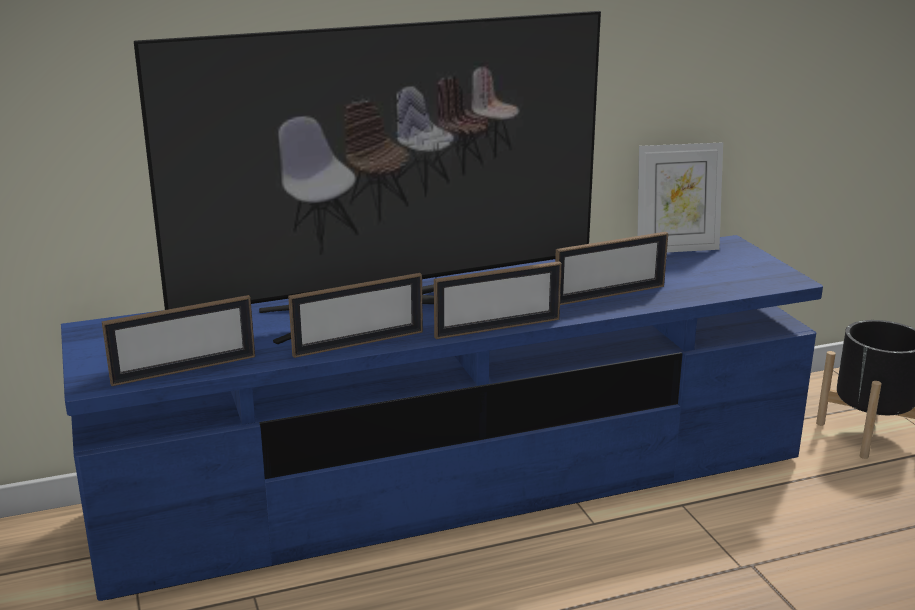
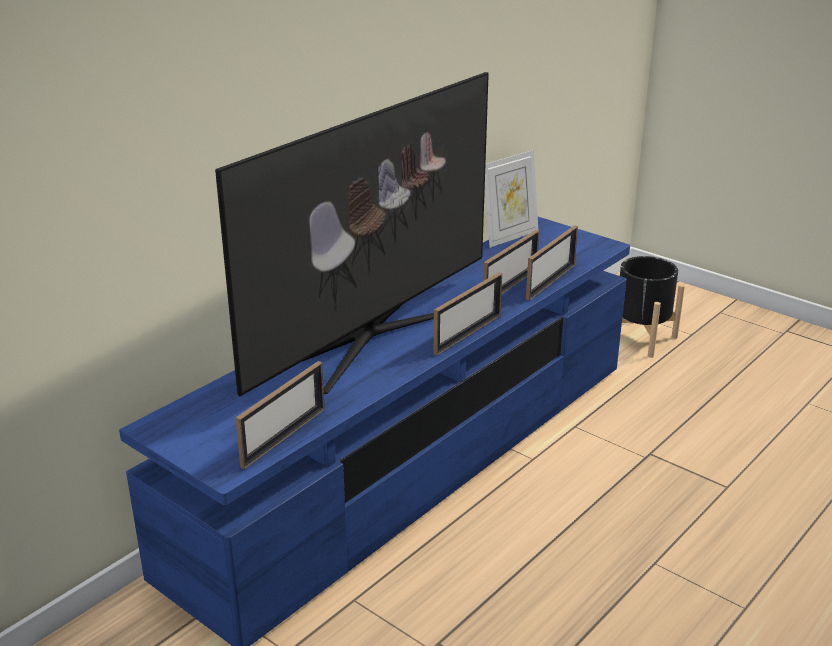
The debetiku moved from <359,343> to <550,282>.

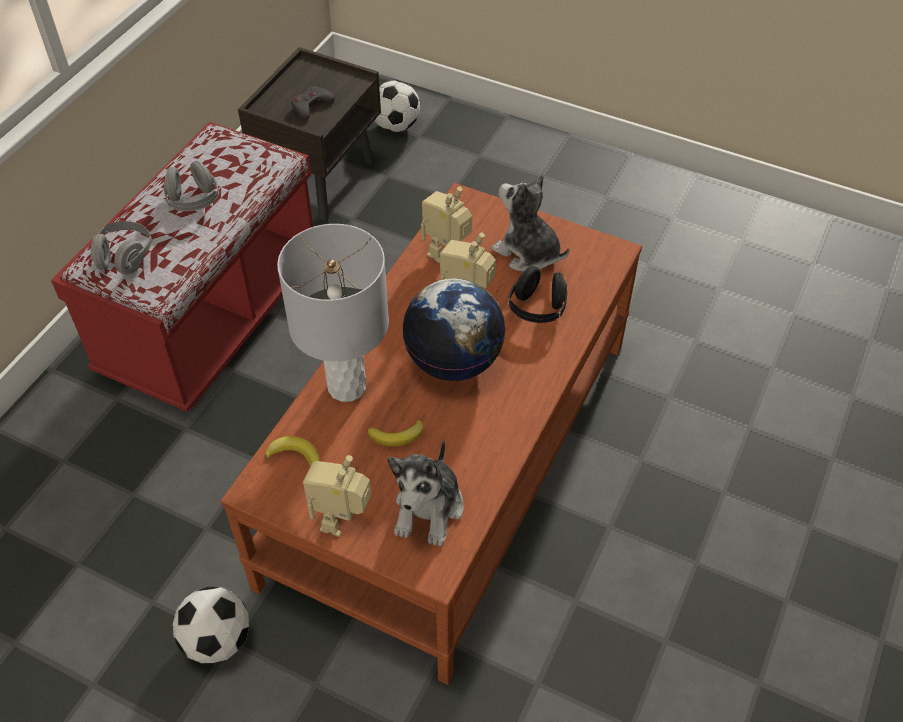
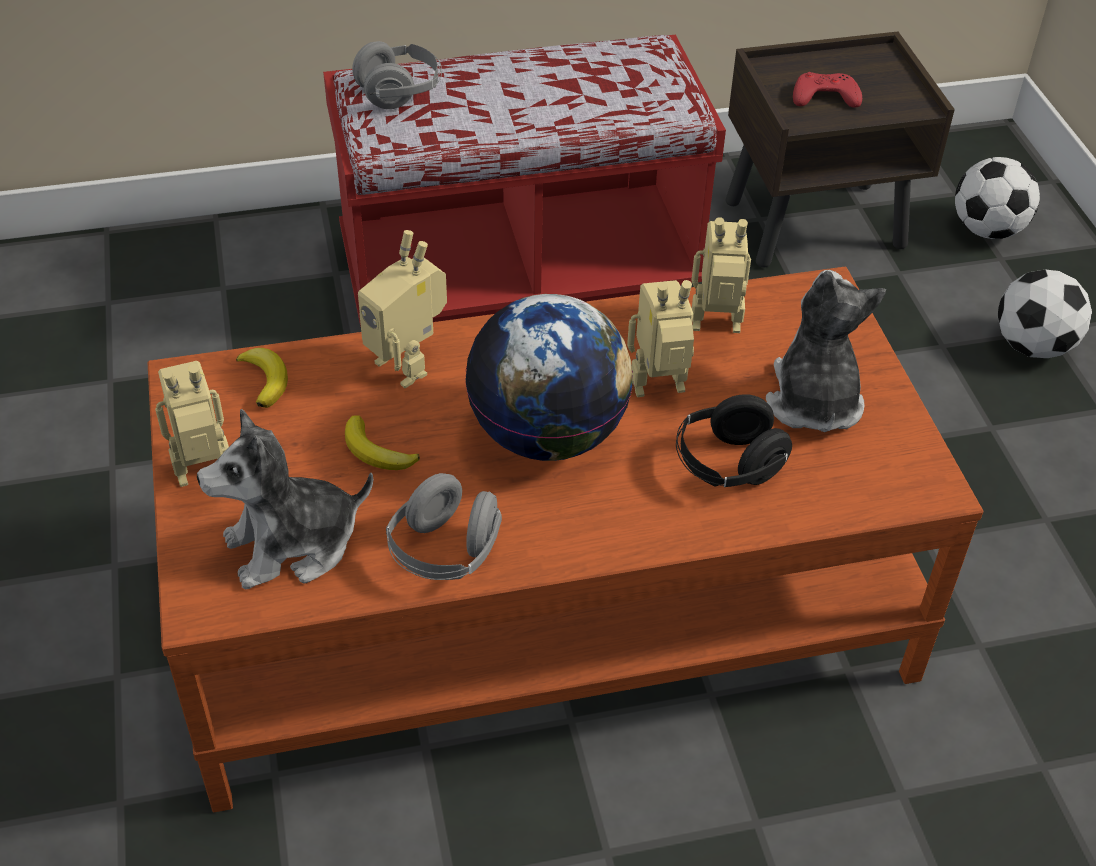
The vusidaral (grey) moved from <194,201> to <445,552>. The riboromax moved from <217,640> to <1032,346>. The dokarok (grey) at <347,386> was replaced by the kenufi at <408,364>. The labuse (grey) at <311,106> became the labuse (red) at <824,97>.

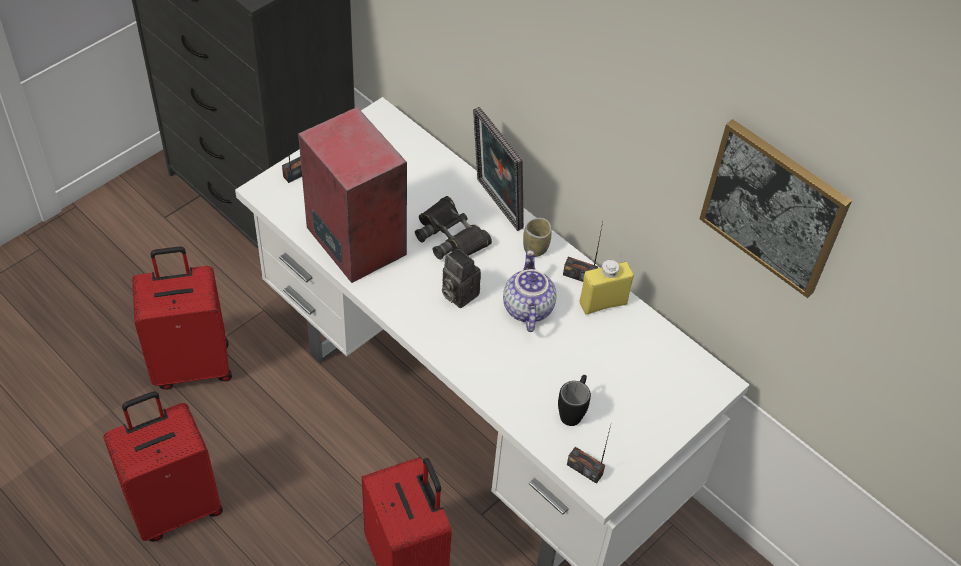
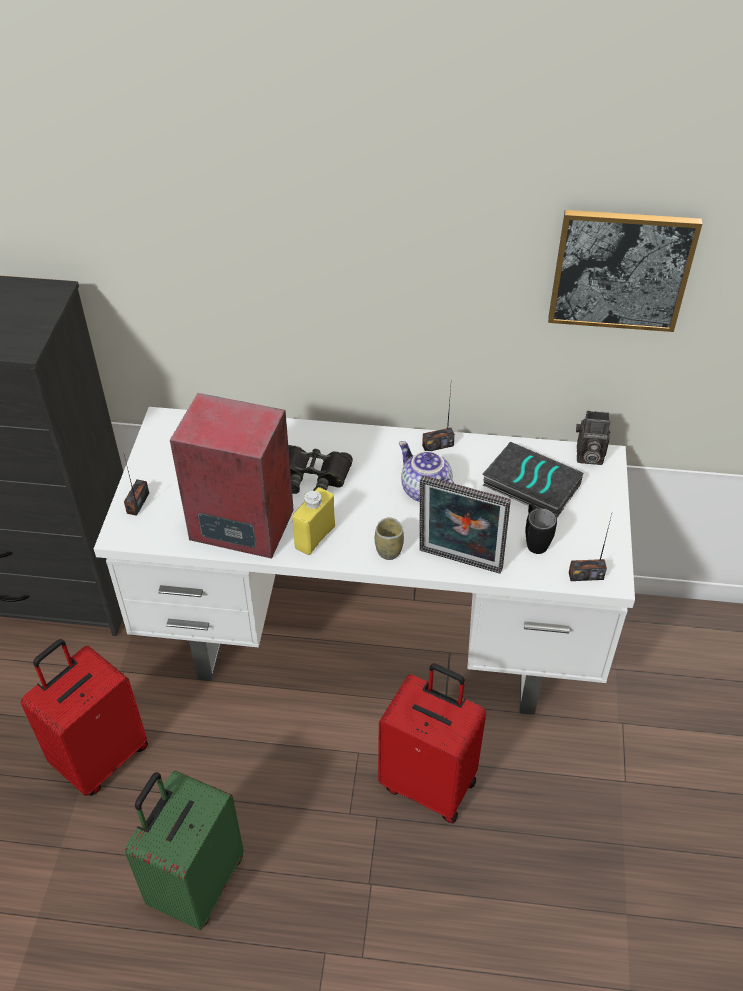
The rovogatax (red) at <175,506> became the rovogatax (green) at <196,882>. The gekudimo moved from <457,293> to <587,456>. The debetiku moved from <495,205> to <459,563>. The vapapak moved from <535,248> to <389,550>. The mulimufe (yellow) moved from <603,303> to <315,537>. The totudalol at <530,485> appeared.

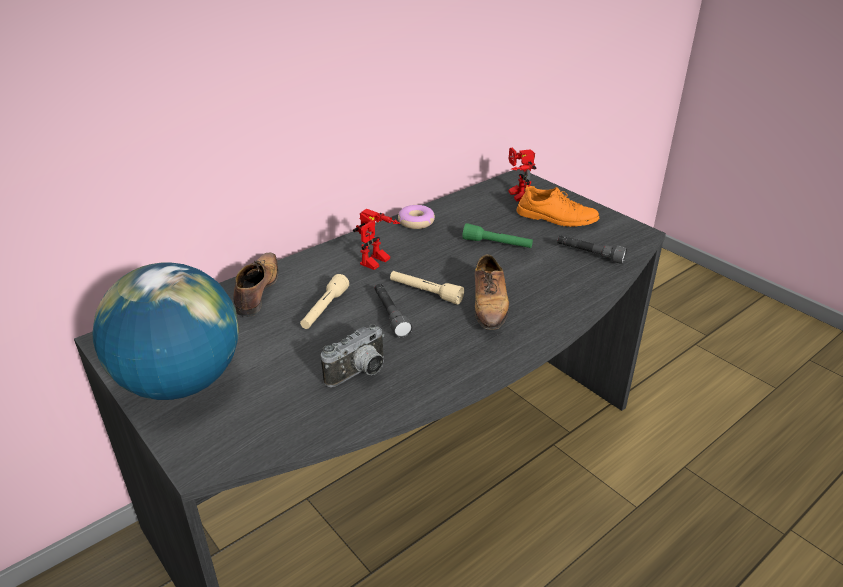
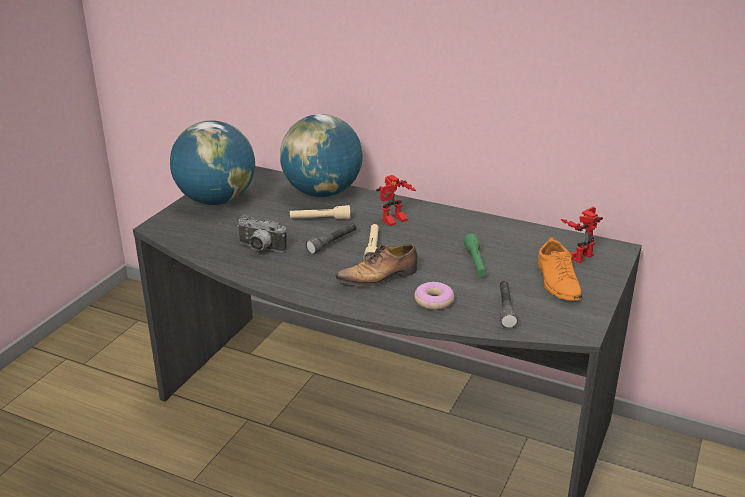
The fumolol at <257,291> was replaced by the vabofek at <322,193>. The kenufi at <376,263> turned 45 degrees counterclockwise. The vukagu moved from <416,222> to <434,301>.

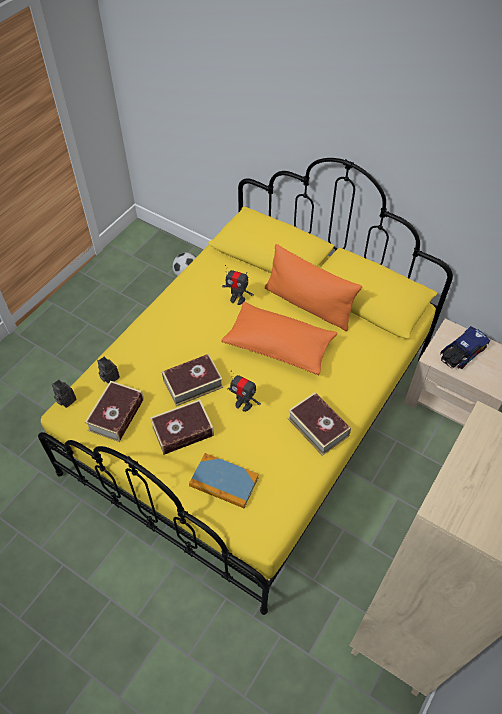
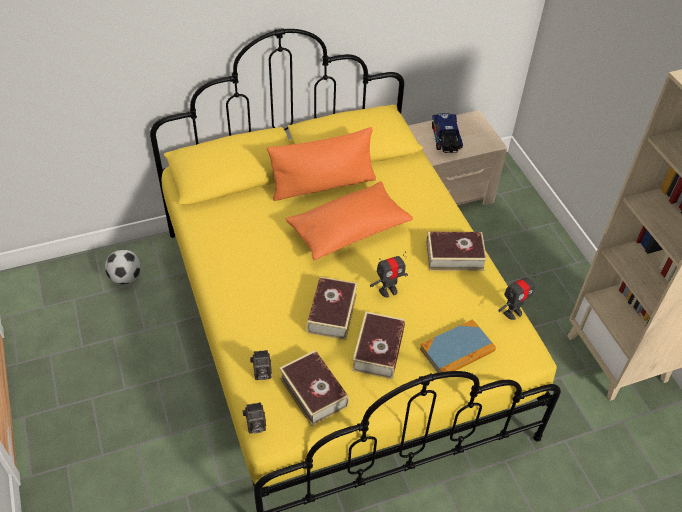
The kenufi moved from <237,299> to <512,312>.

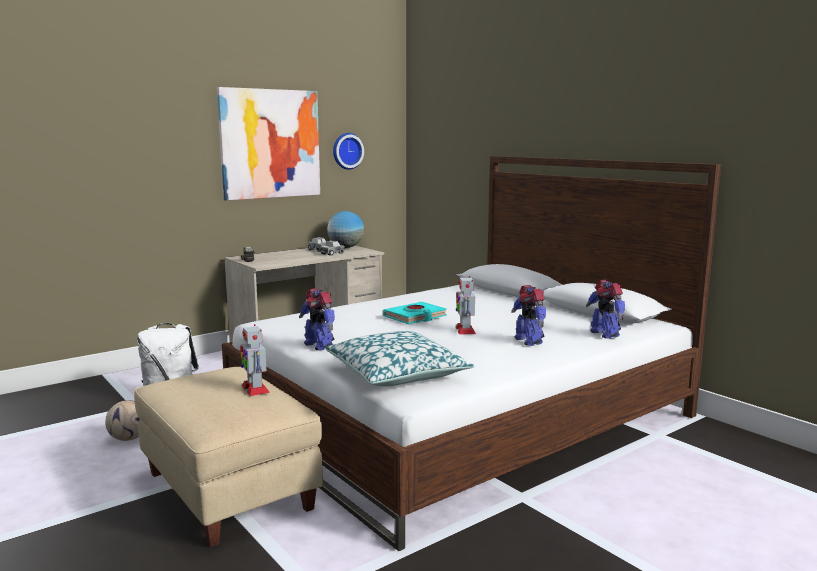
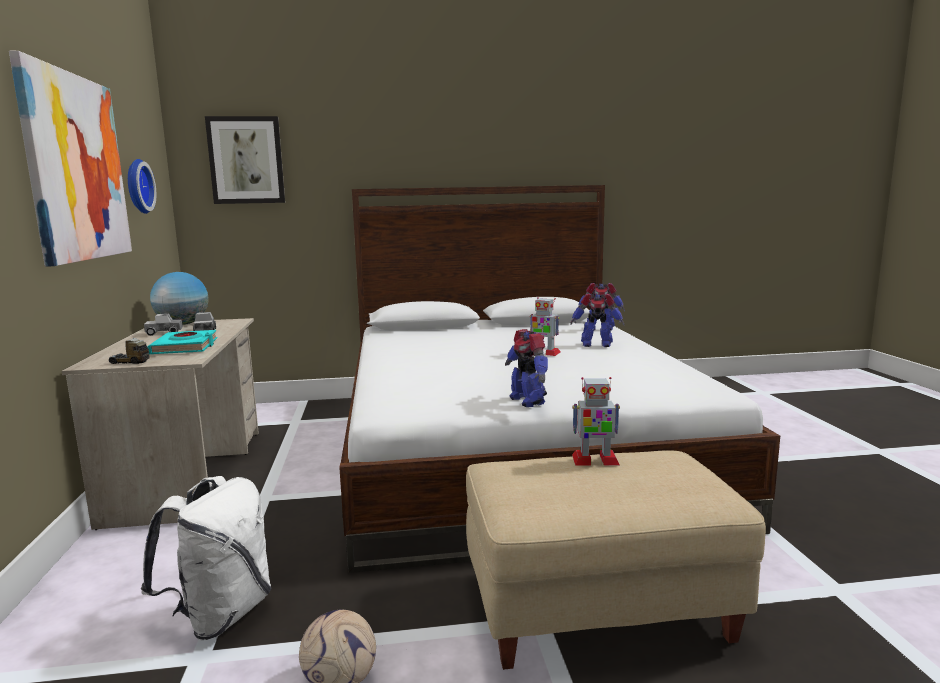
The kenufi at <319,345> turned 75 degrees clockwise. The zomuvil at <397,373> disappeared. The totudalol (turquoise) moved from <415,317> to <185,347>. The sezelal at <246,160> appeared.

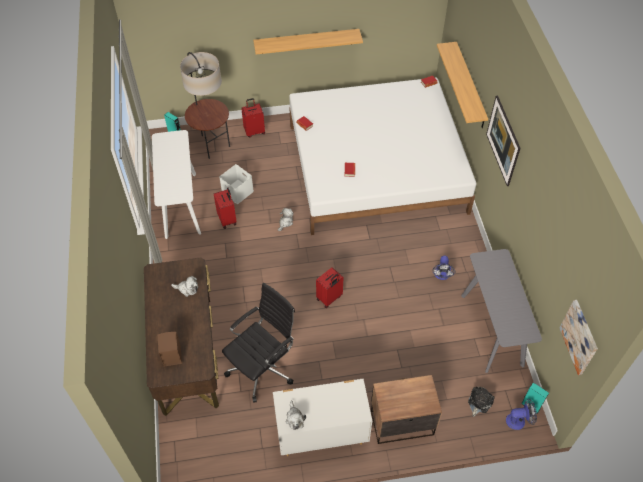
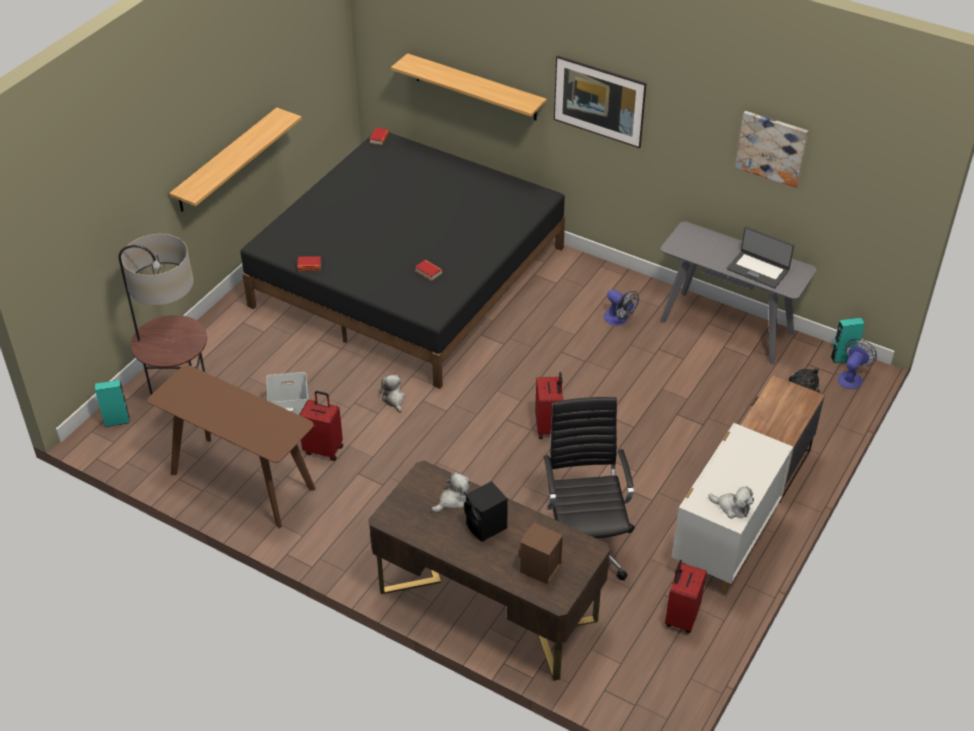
The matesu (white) at <180,205> became the matesu (brown) at <242,481>. The rovogatax (red) moved from <254,131> to <681,617>. The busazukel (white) at <375,168> became the busazukel (black) at <409,277>. The sezelal moved from <579,337> to <772,148>. The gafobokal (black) at <486,527> appeared. The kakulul at <758,269> appeared.

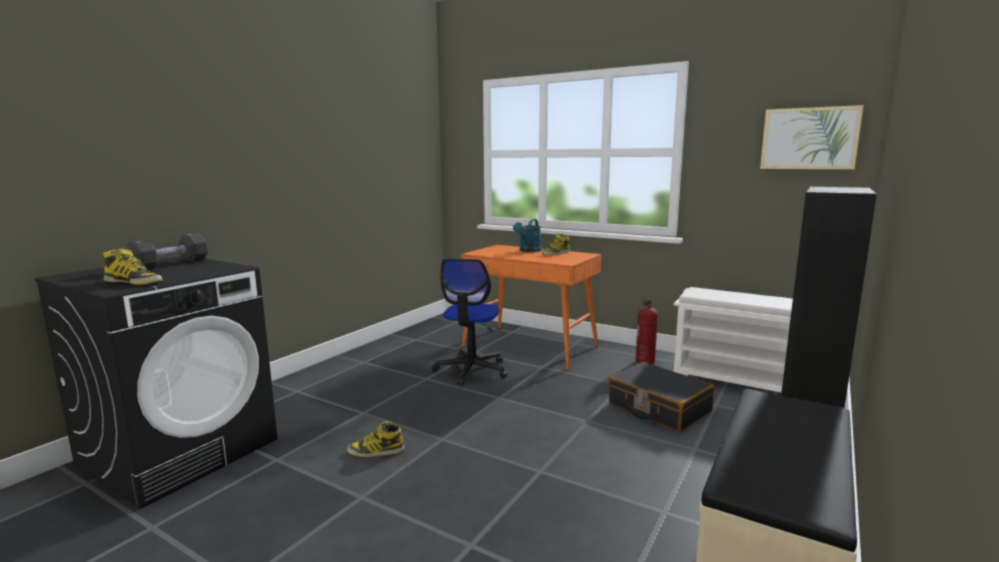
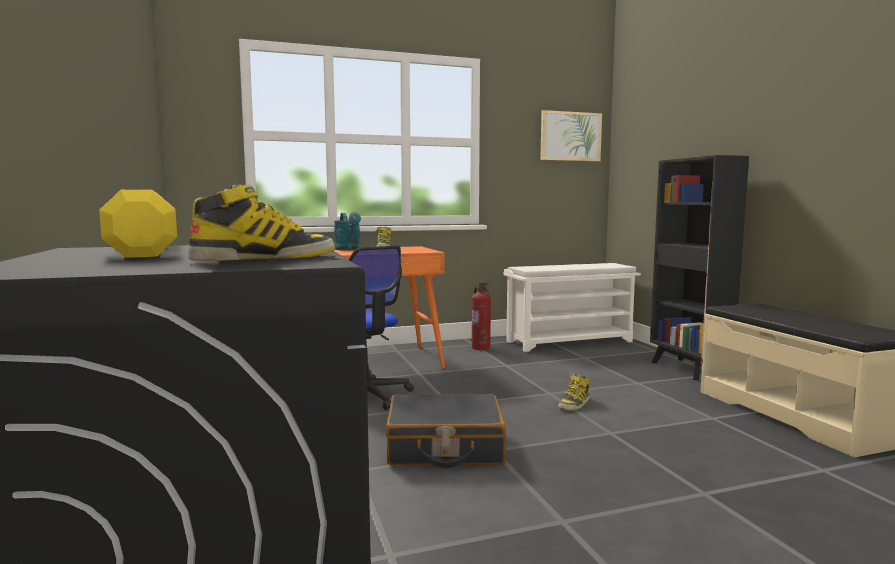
The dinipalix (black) at <169,265> became the dinipalix (yellow) at <144,251>. The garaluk moved from <376,451> to <574,404>. The rovogatax (black) moved from <658,408> to <445,447>.

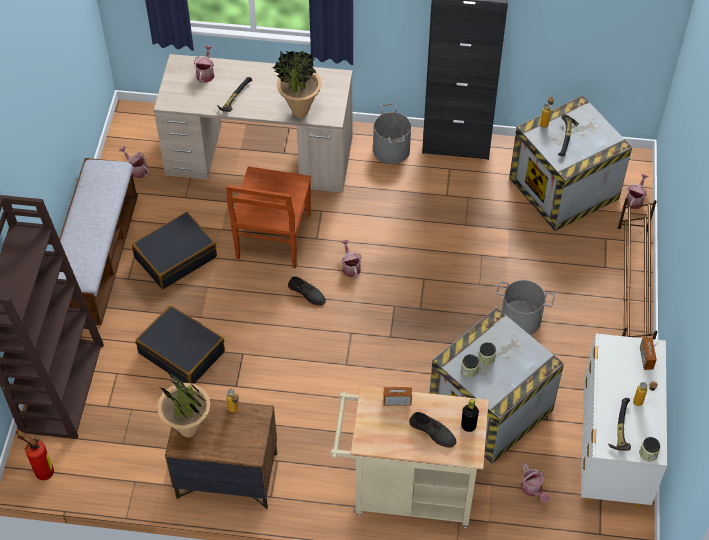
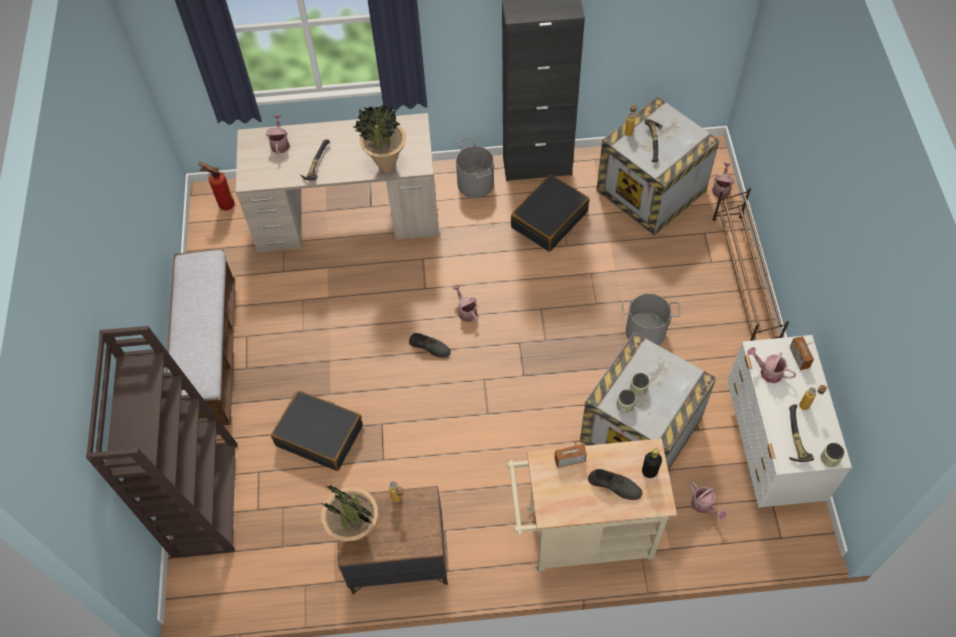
The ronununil moved from <42,471> to <224,204>. The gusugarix moved from <136,170> to <768,371>. The rovogatax (black) moved from <175,257> to <549,219>. The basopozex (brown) at <273,238> disappeared.

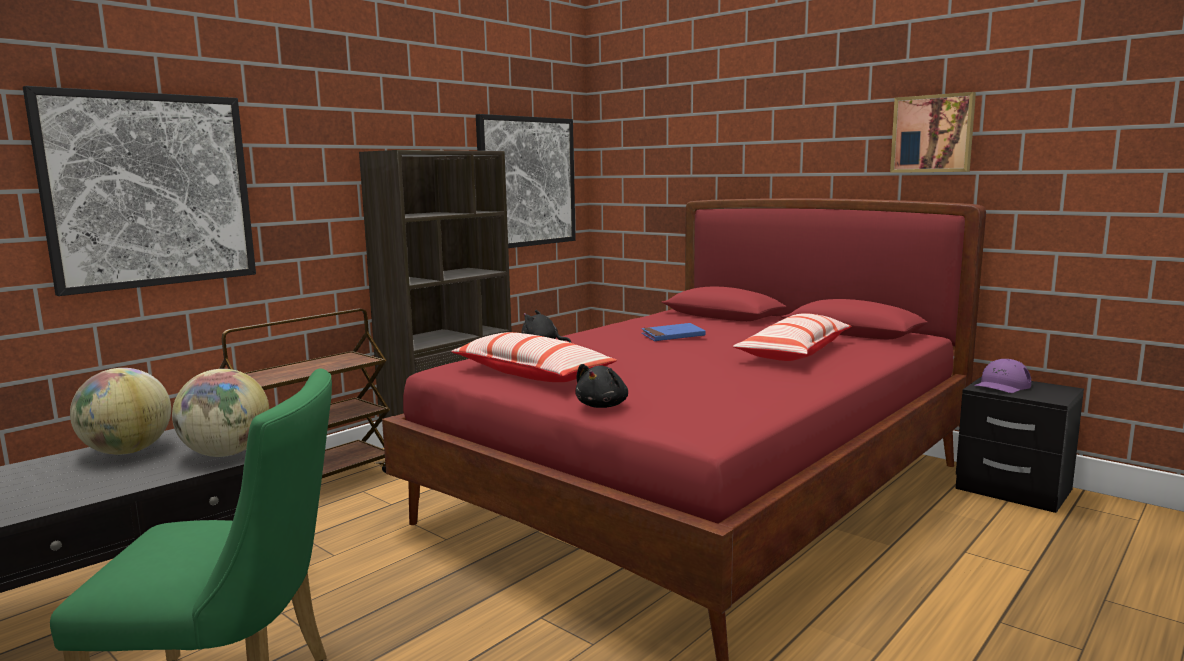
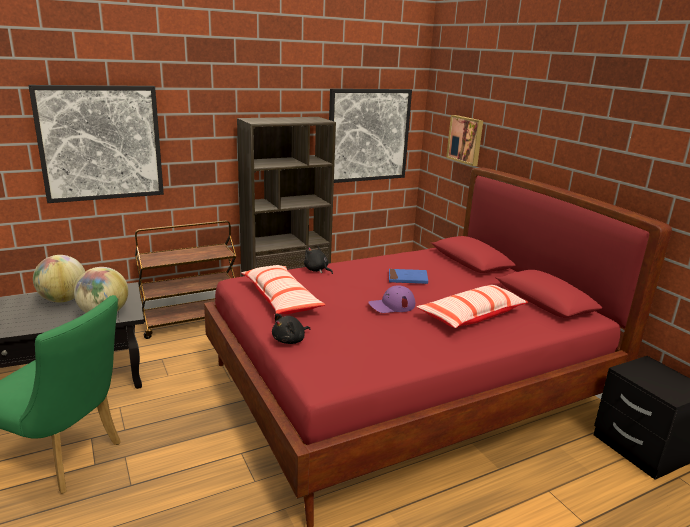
The sezelal moved from <933,134> to <466,139>. The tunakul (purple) moved from <1002,385> to <391,305>.

